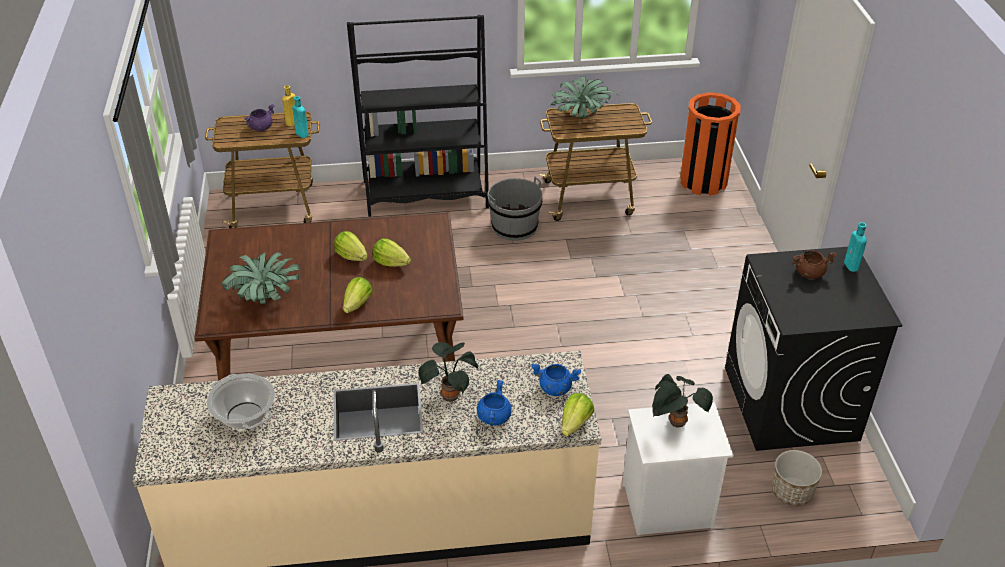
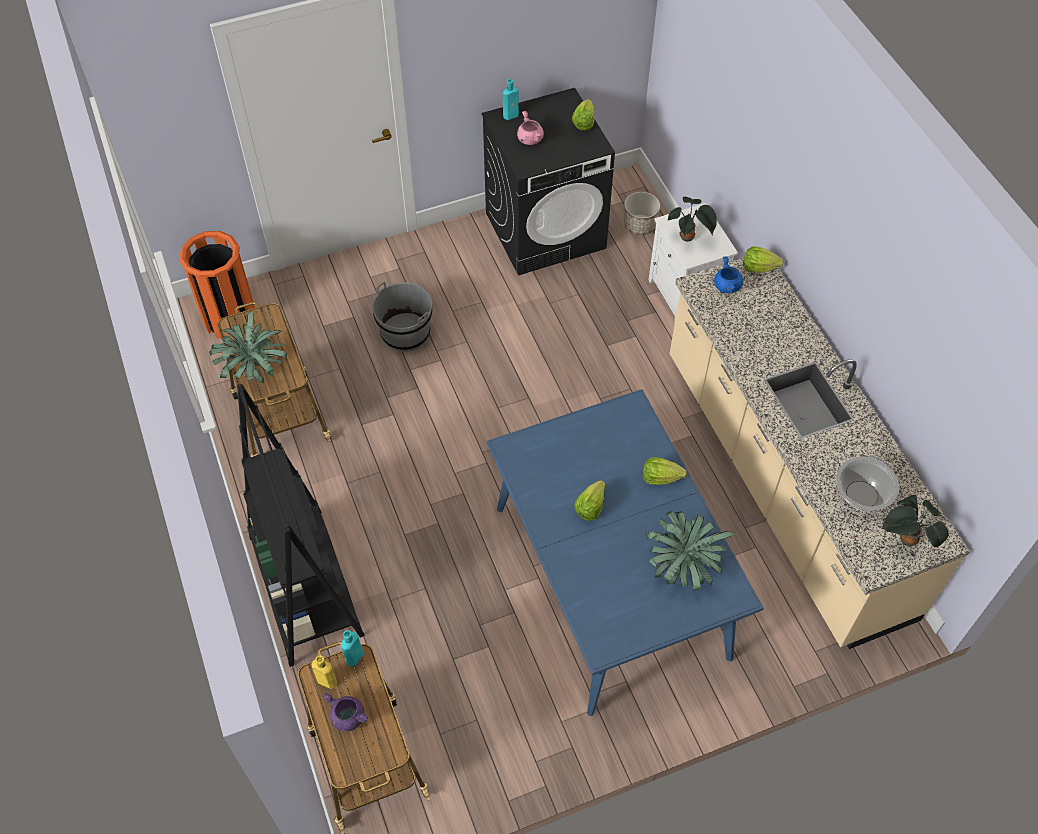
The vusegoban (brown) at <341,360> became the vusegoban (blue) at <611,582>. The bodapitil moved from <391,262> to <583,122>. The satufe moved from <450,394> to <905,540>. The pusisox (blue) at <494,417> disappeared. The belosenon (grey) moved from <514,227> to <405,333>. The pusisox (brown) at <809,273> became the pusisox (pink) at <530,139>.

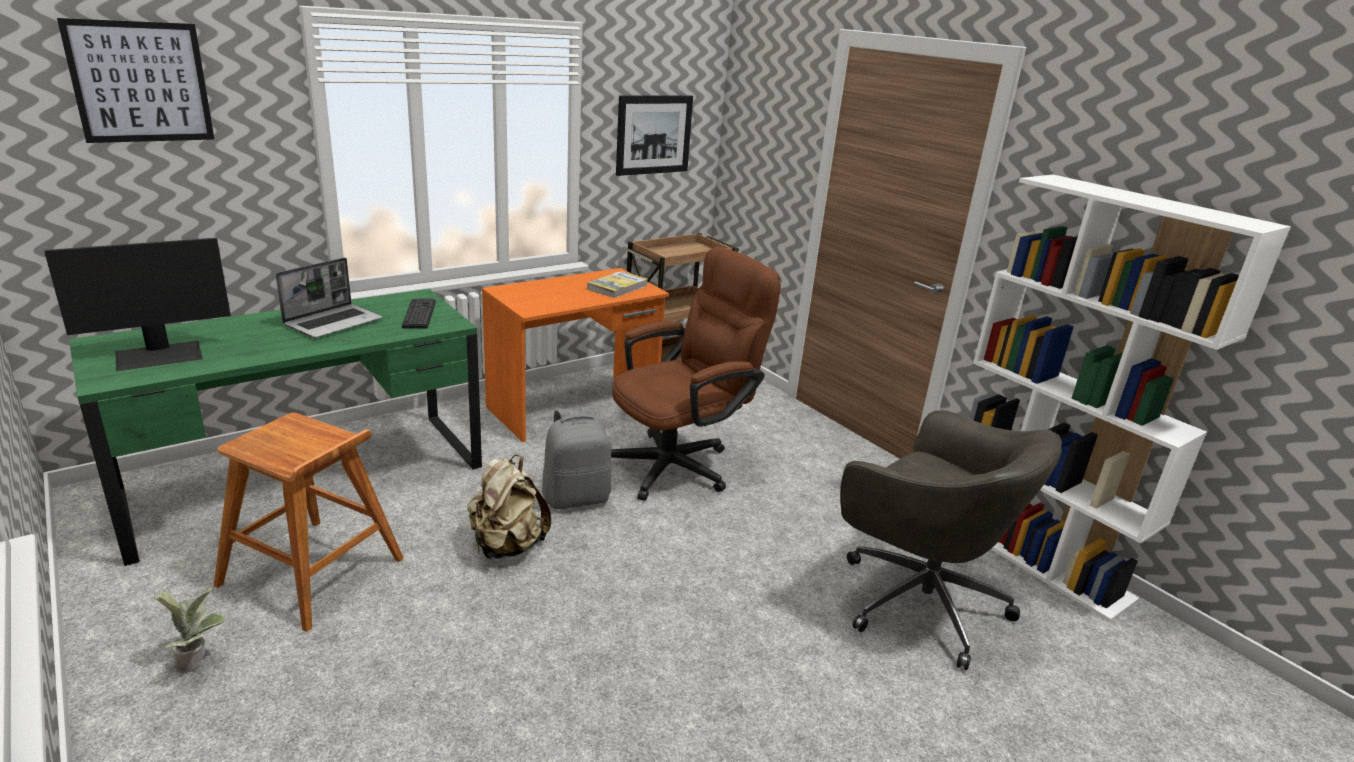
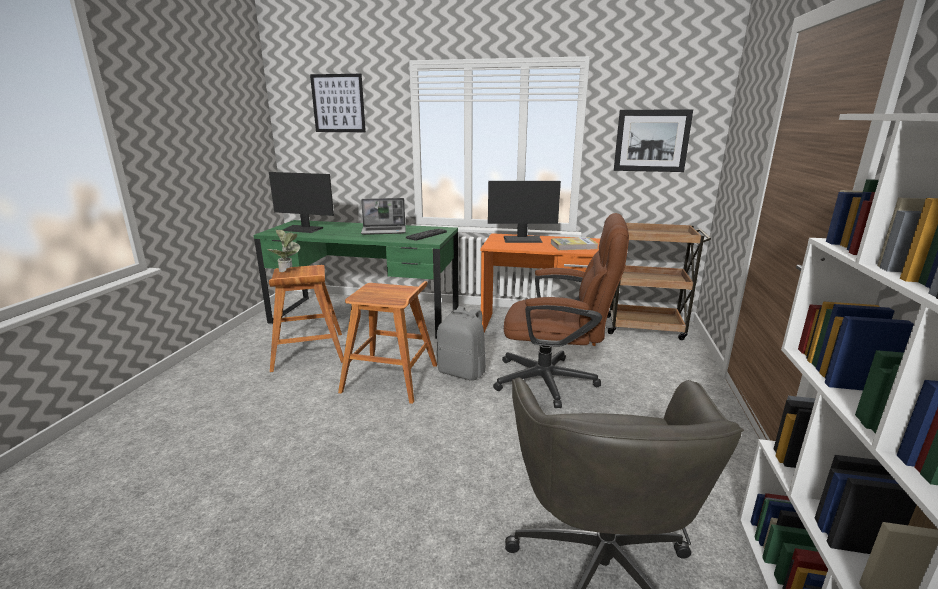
The satufe moved from <199,660> to <288,271>. The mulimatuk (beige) at <507,546> was replaced by the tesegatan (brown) at <391,378>. The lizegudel at <523,239> appeared.

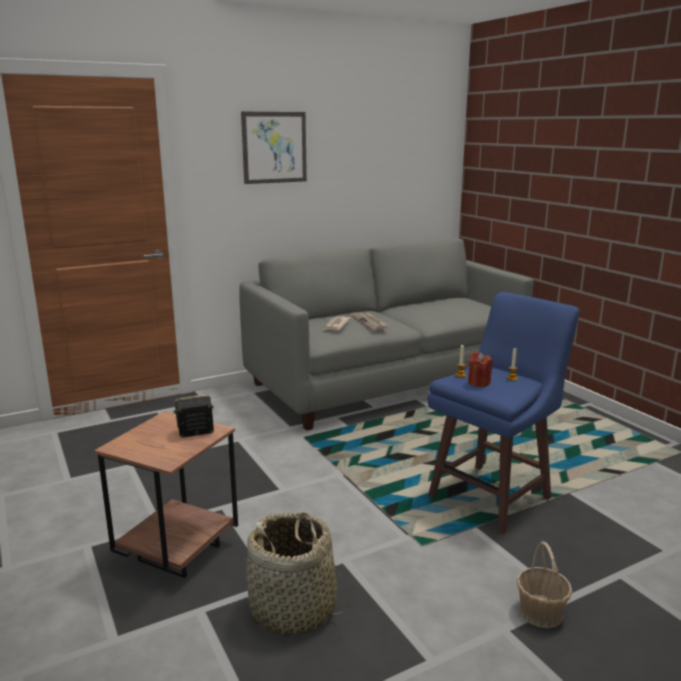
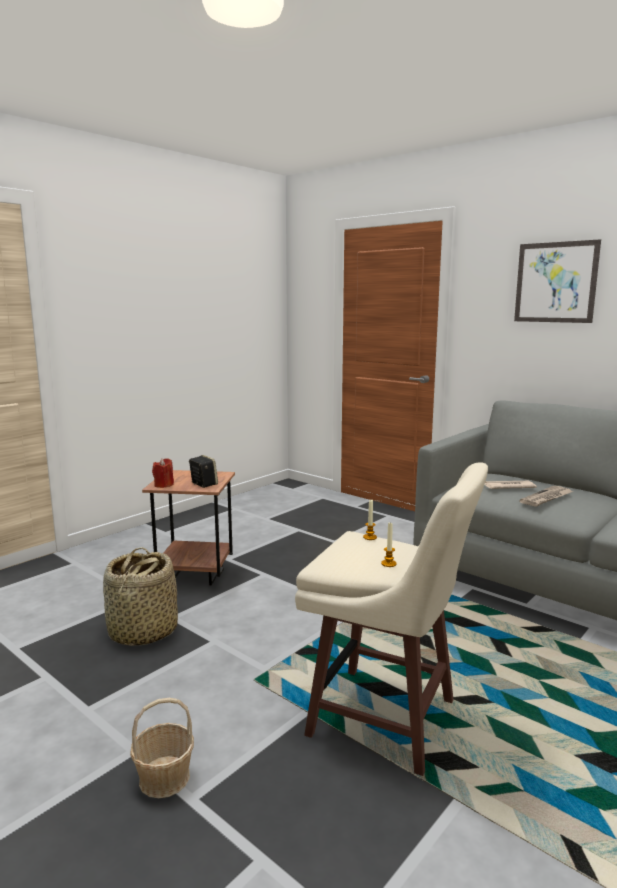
The tesegatan (blue) at <492,496> became the tesegatan (beige) at <386,720>. The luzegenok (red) moved from <478,383> to <164,485>.

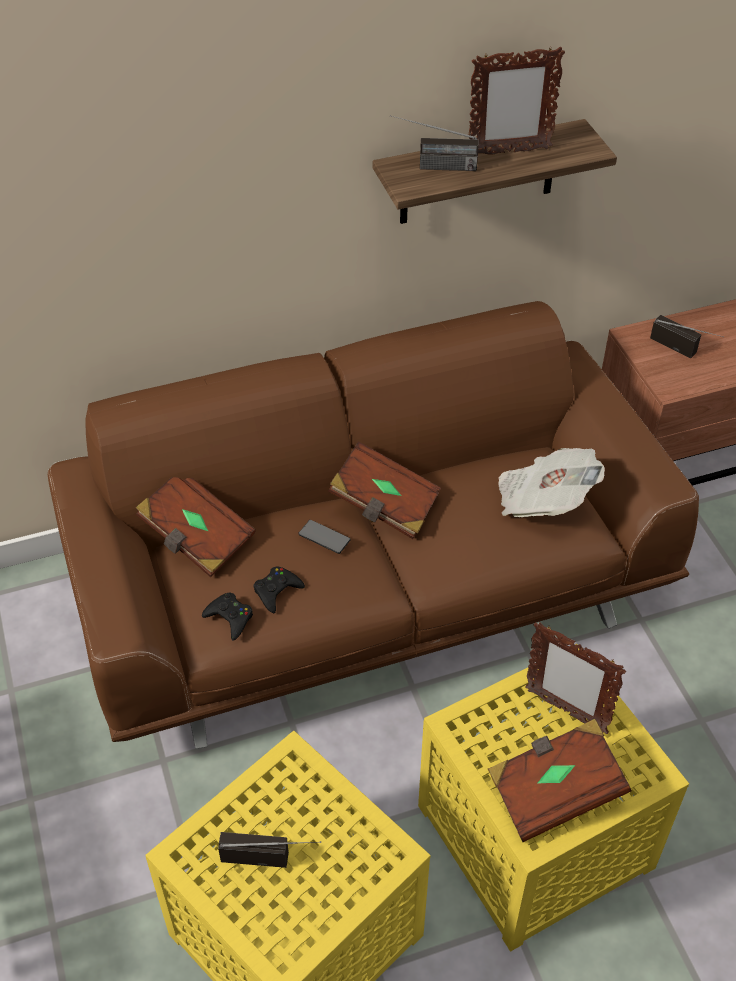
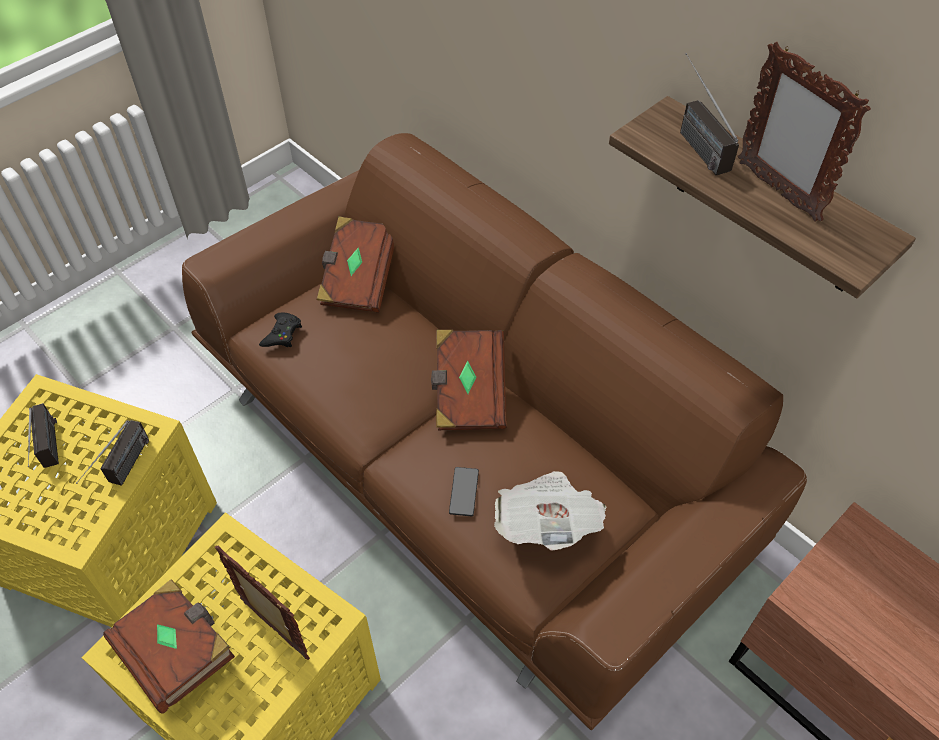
The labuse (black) at <277,591> disappeared. The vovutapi moved from <324,537> to <464,492>. The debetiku at <565,711> turned 120 degrees clockwise. The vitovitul moved from <685,350> to <123,473>.

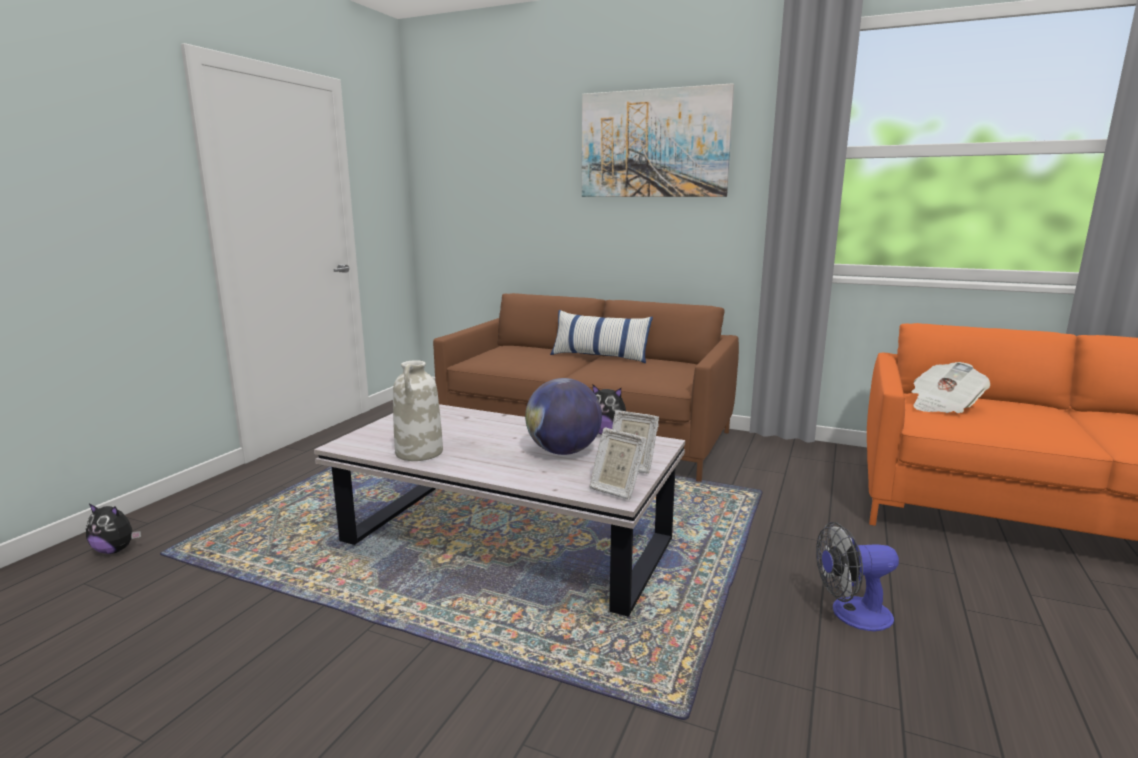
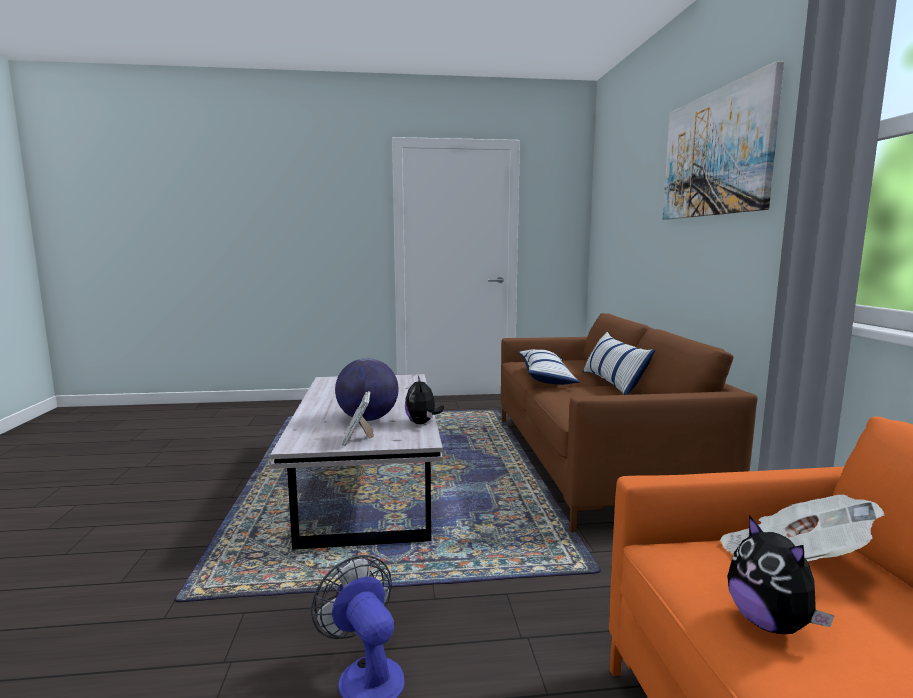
The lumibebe moved from <116,550> to <770,624>. The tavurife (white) at <419,453> disappeared. The debetiku at <615,489> disappeared. The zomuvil at <545,377> appeared.

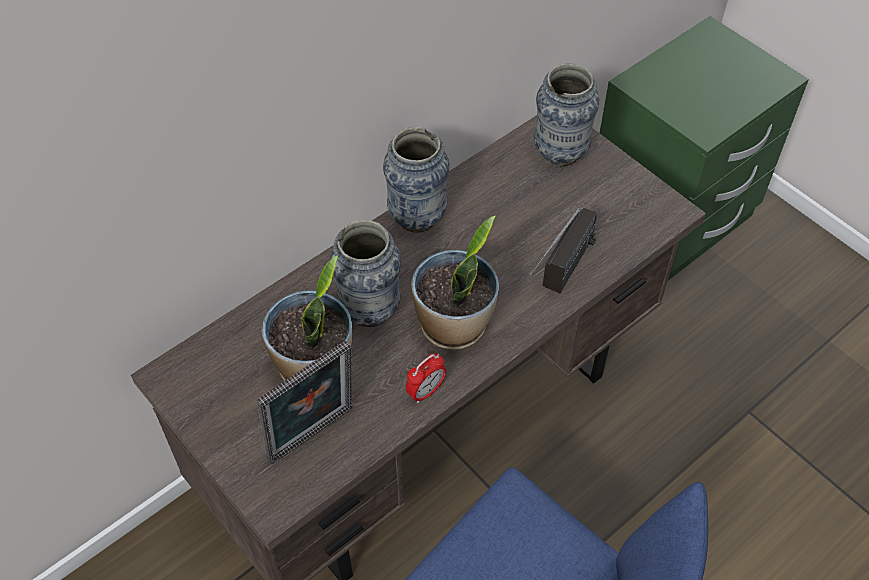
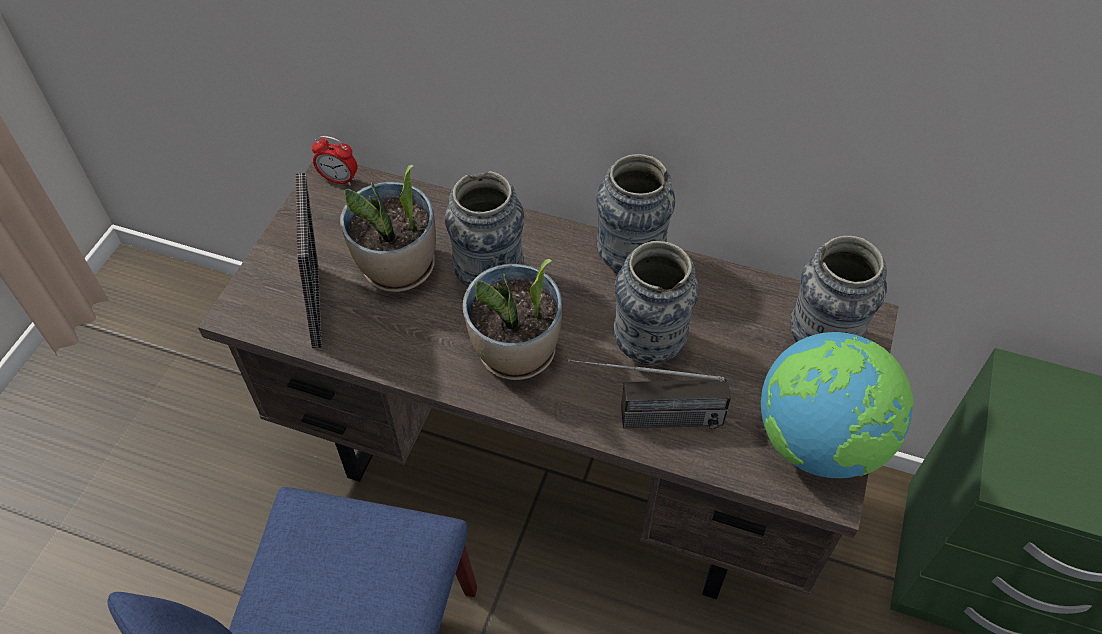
The debetiku at <314,437> turned 120 degrees counterclockwise. The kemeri moved from <426,391> to <339,179>. The tavurife at <648,346> appeared. The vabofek at <819,442> appeared.

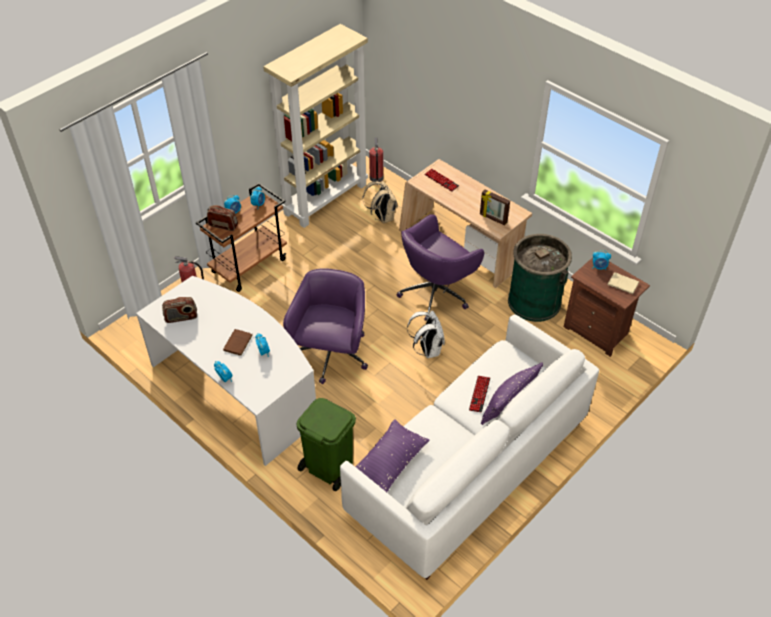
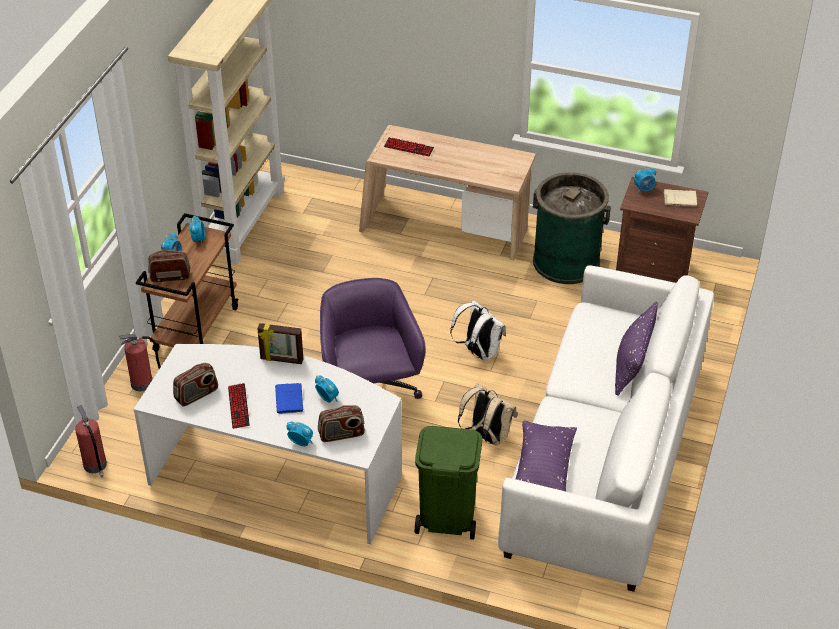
The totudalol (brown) at <237,344> became the totudalol (blue) at <289,400>. The mulimatuk (beige) moved from <382,217> to <487,436>. The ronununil moved from <376,178> to <95,465>. The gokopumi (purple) at <436,293> disappeared. The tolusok moved from <479,394> to <238,406>. The debetiku moved from <493,219> to <281,360>. The vitovitul at <341,434> appeared.

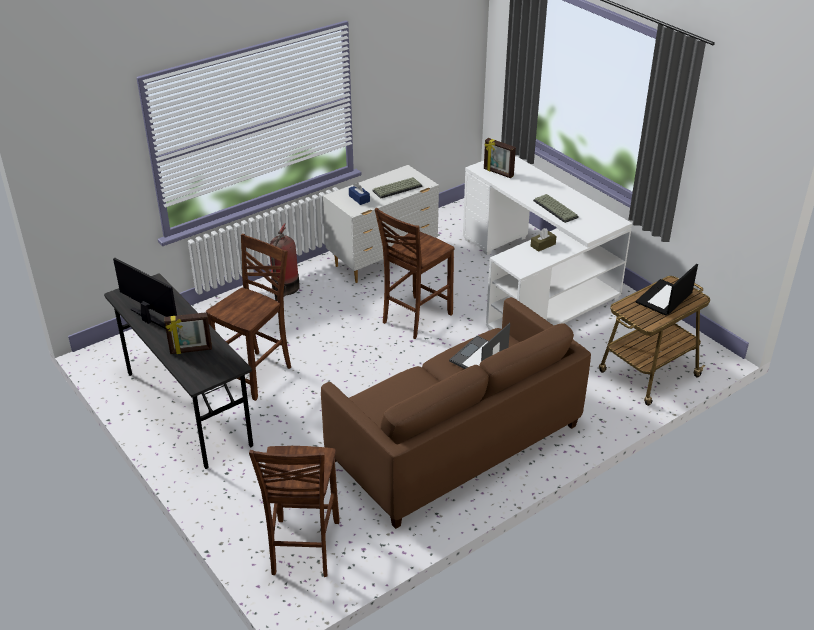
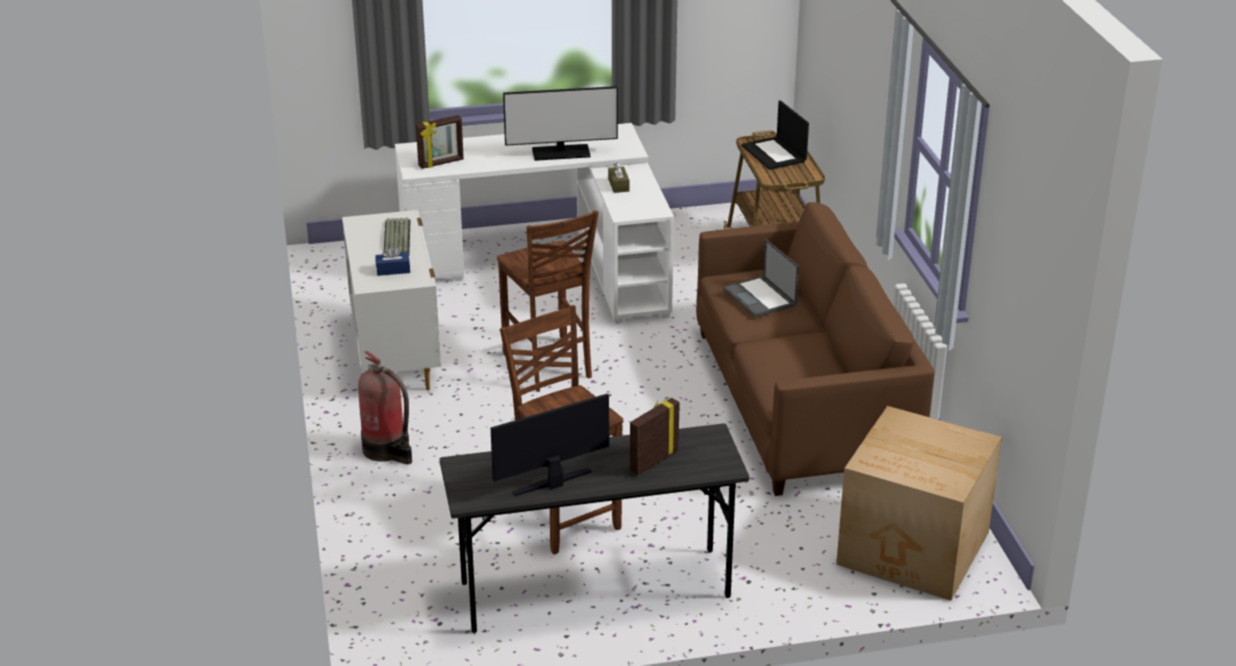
The debetiku at <191,350> turned 150 degrees counterclockwise. The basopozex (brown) at <303,549> was replaced by the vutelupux at <914,550>. The tolusok at <556,209> was replaced by the lizegudel at <561,153>.

